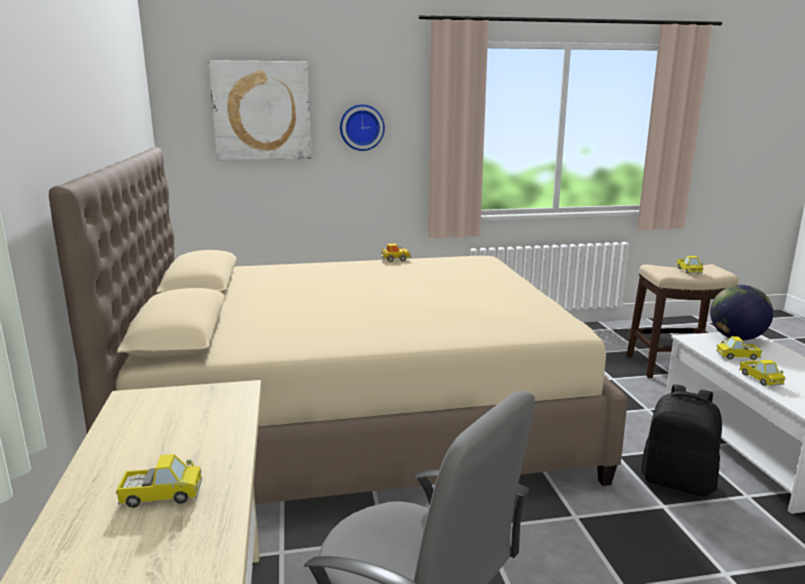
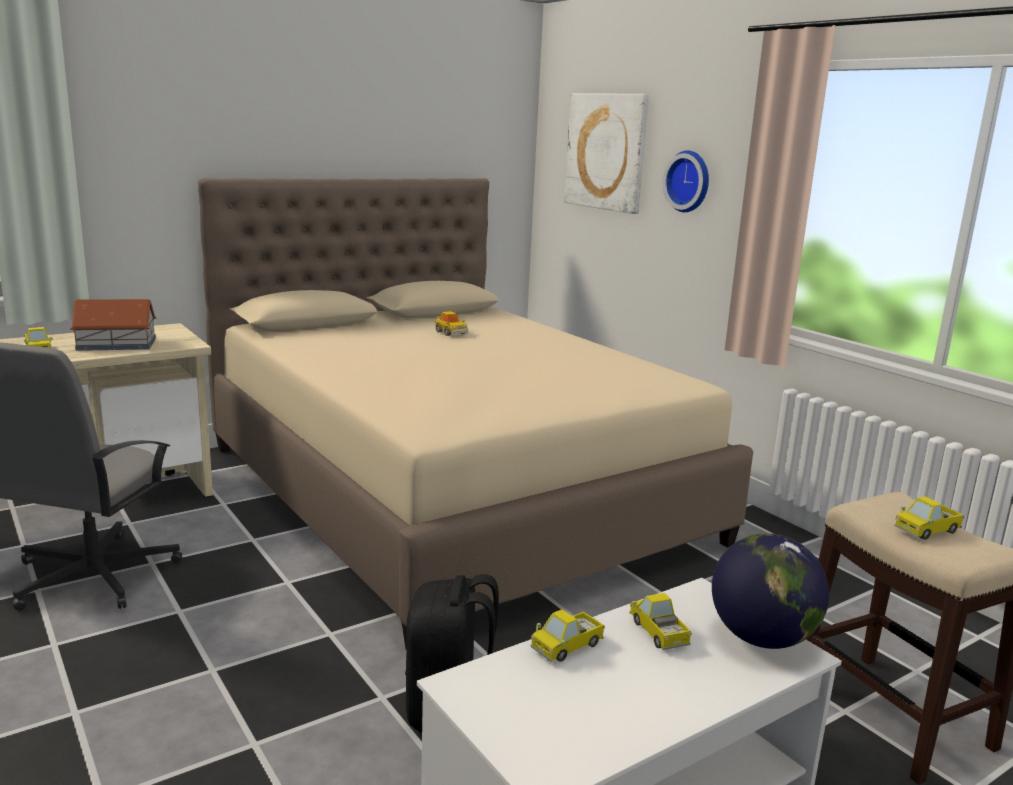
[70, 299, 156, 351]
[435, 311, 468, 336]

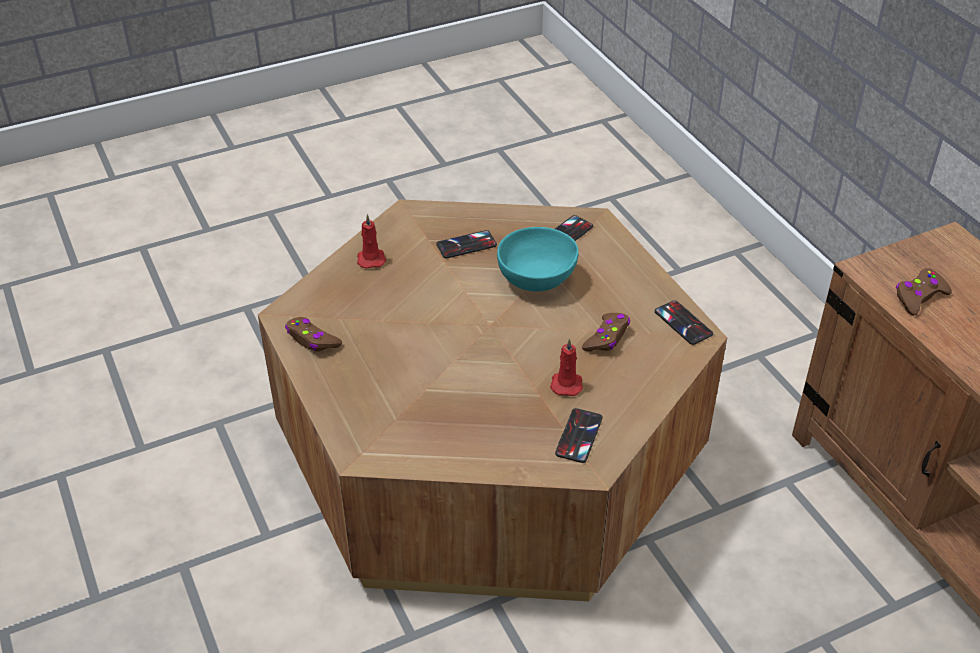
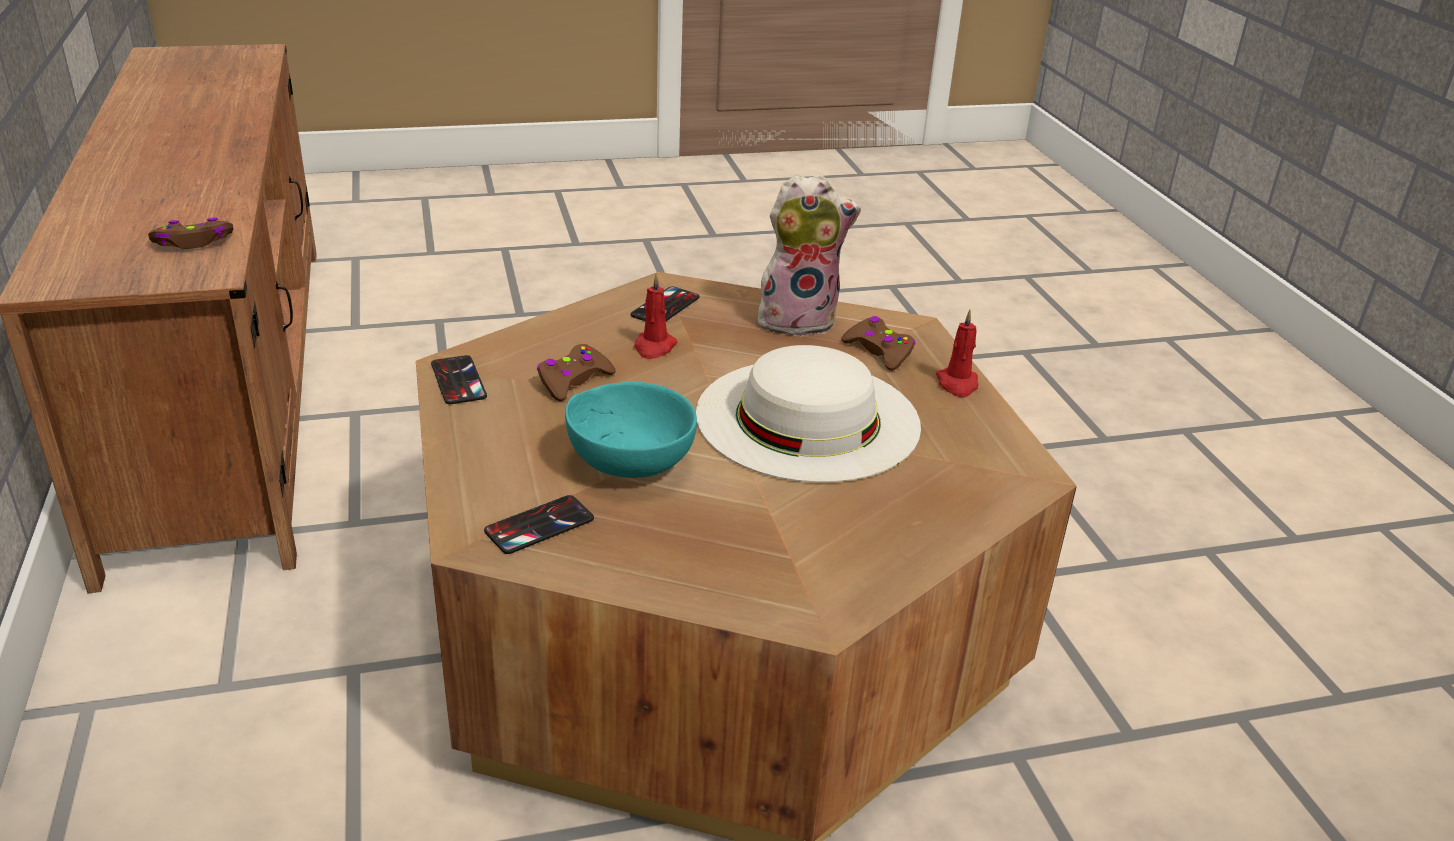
[436, 230, 497, 258] (first image)
[696, 345, 921, 483]
[758, 174, 861, 337]
[842, 316, 916, 371]
[936, 310, 979, 397]

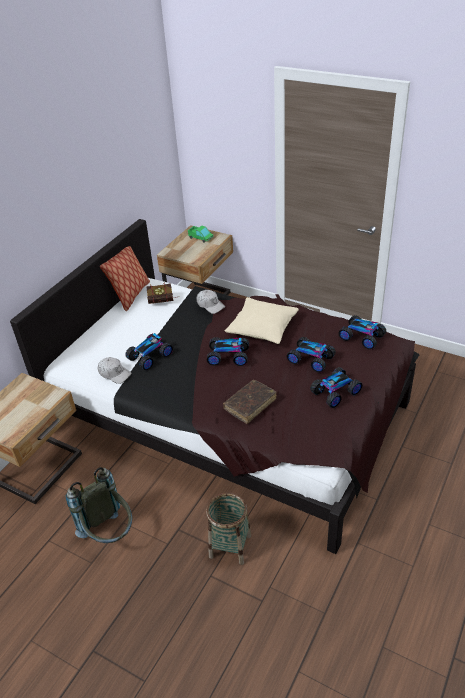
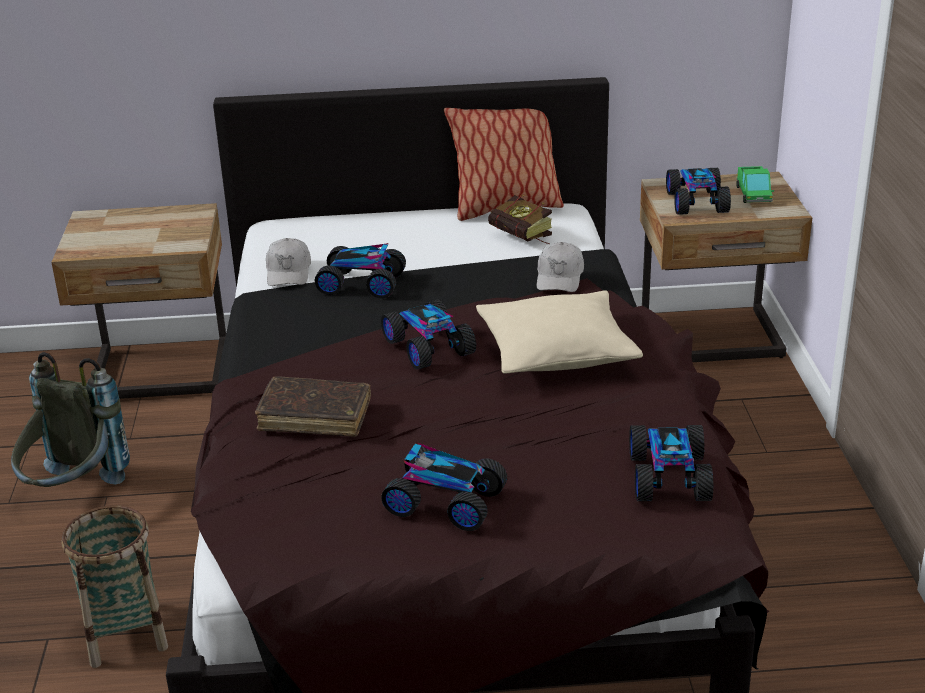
[666, 168, 731, 215]

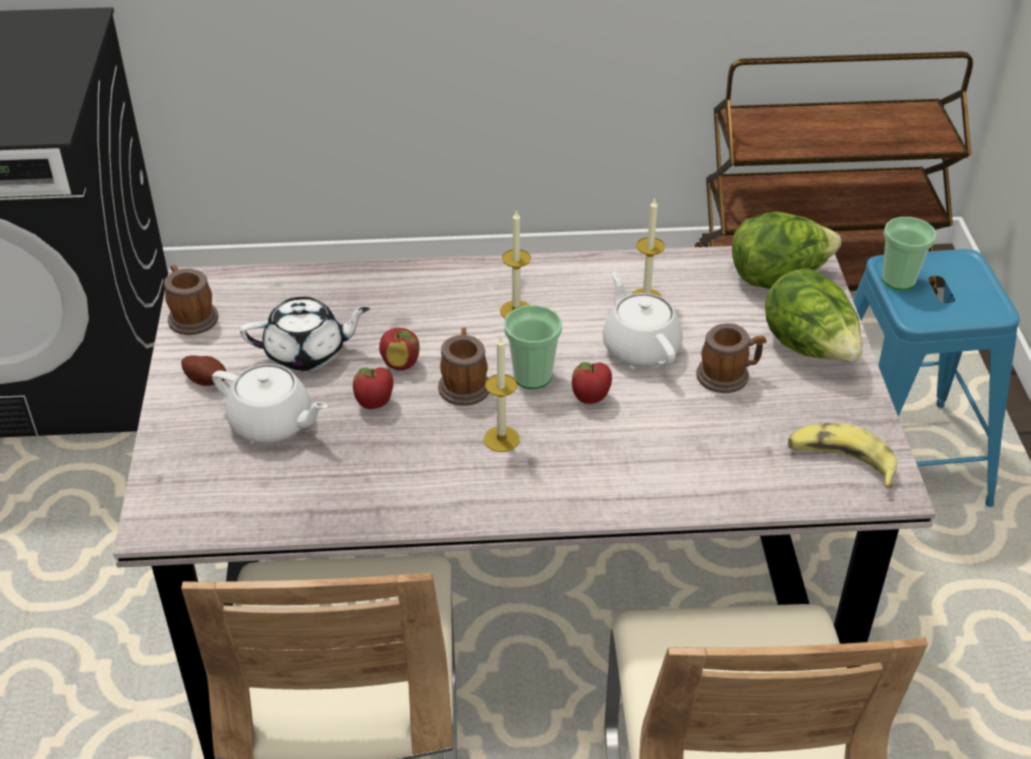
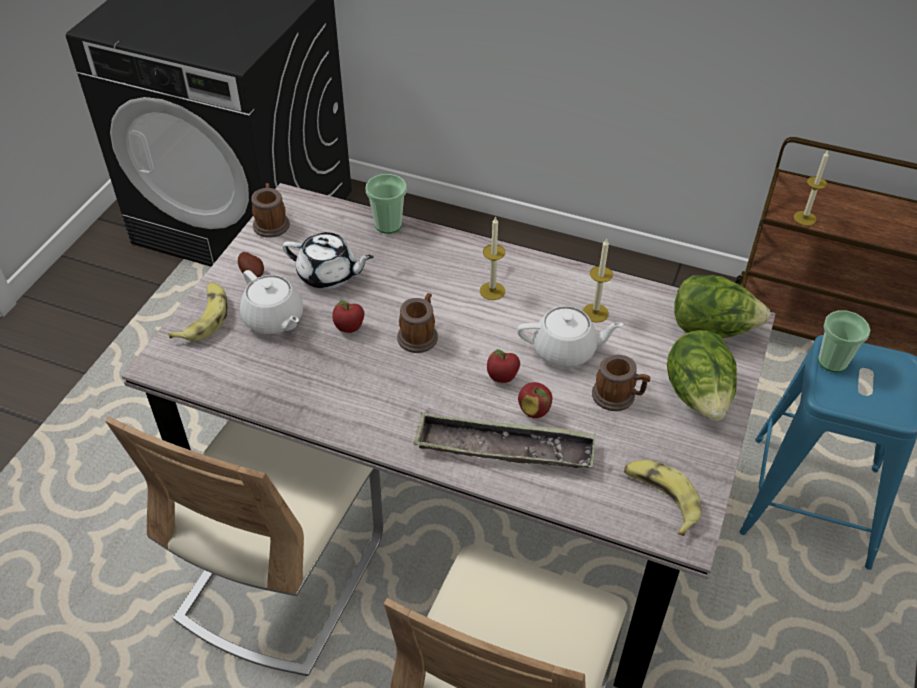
[168, 282, 227, 341]
[413, 413, 596, 468]
[518, 382, 552, 418]
[794, 151, 829, 226]
[365, 174, 407, 234]
[517, 306, 624, 367]

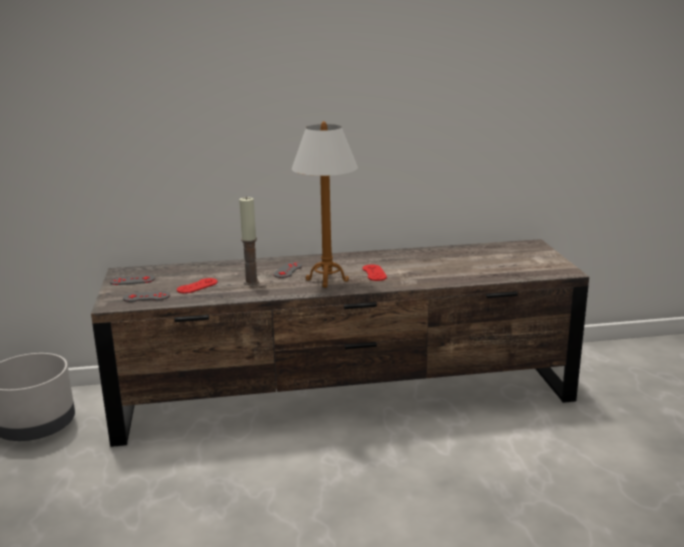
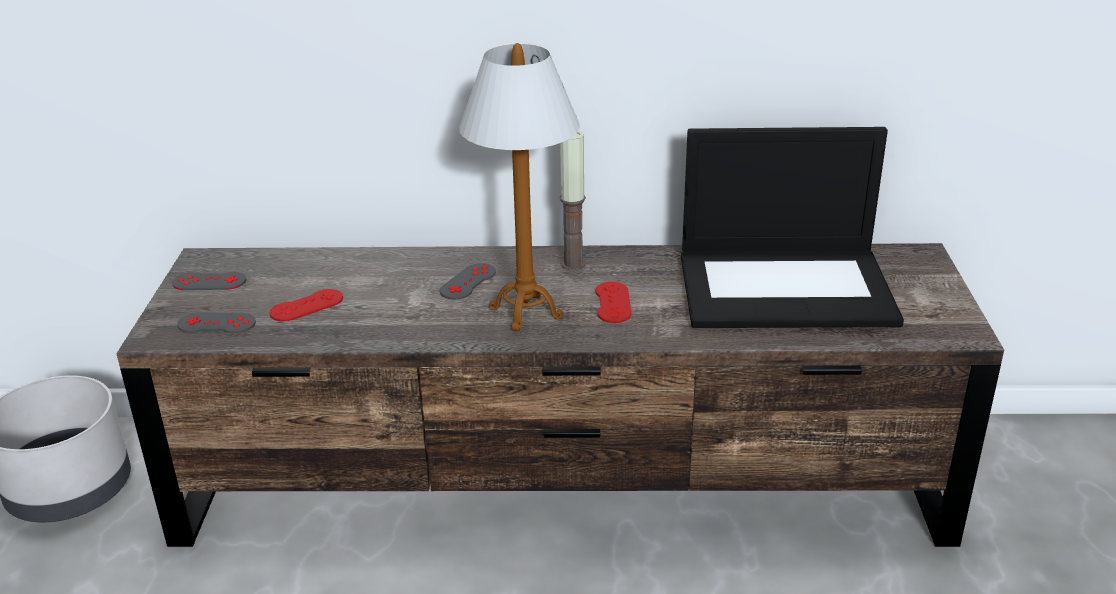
[681, 127, 904, 328]
[560, 131, 586, 271]

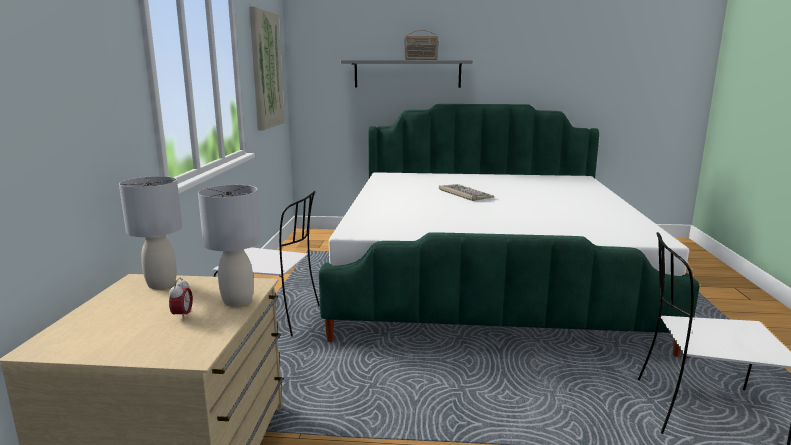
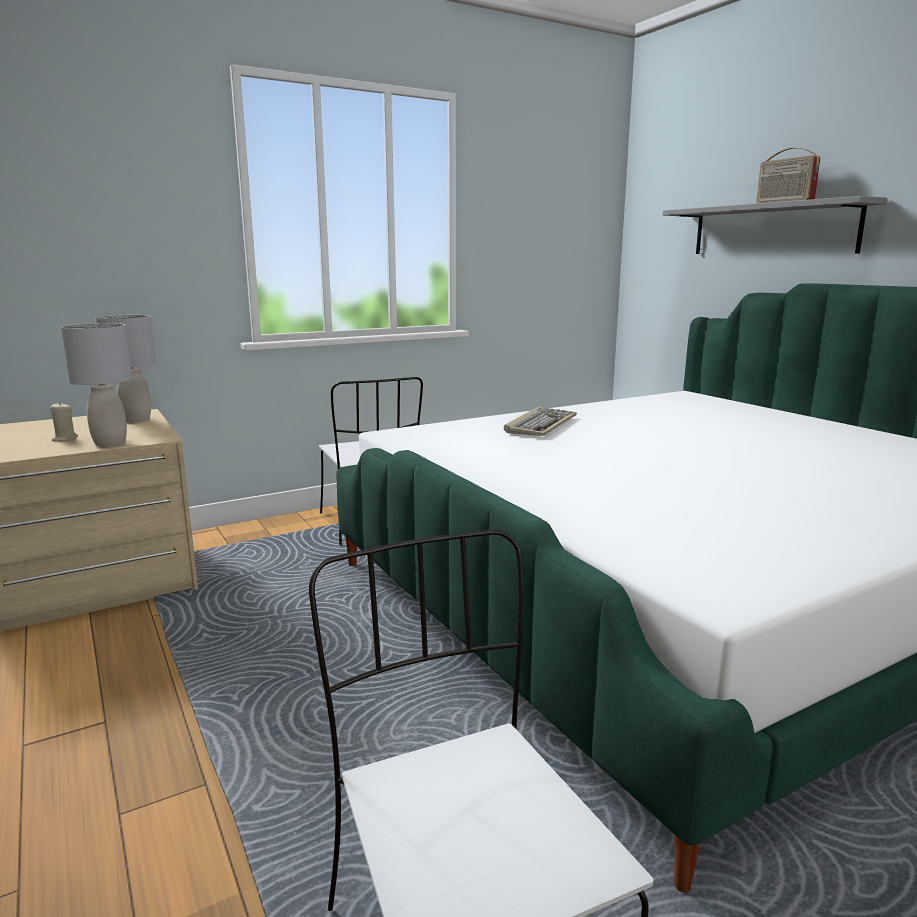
[249, 6, 285, 131] (first image)
[504, 407, 577, 436]
[51, 402, 78, 441]

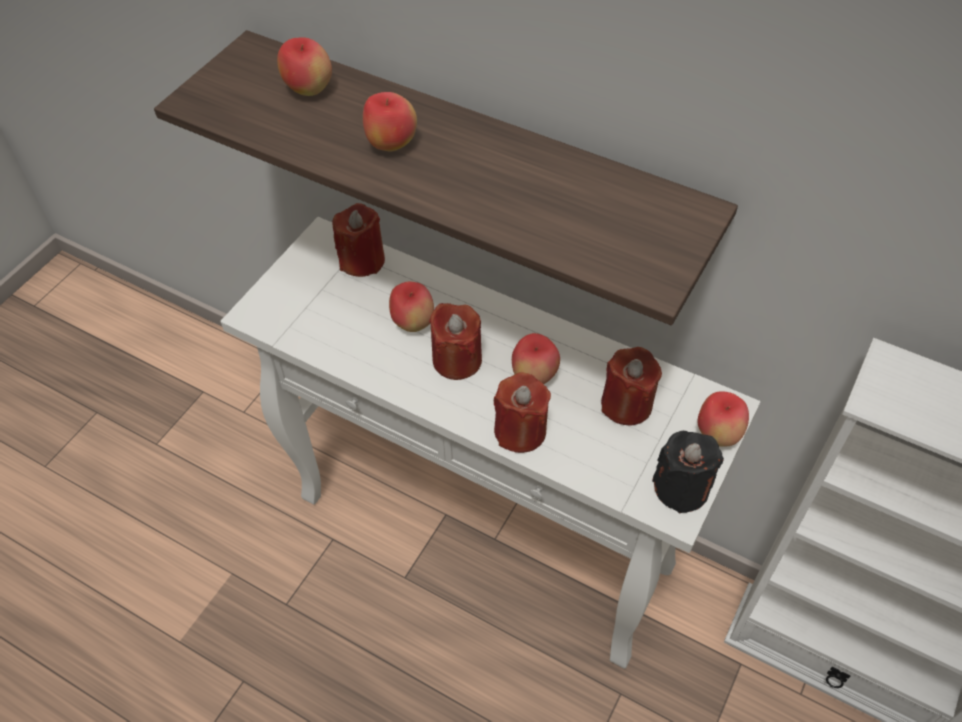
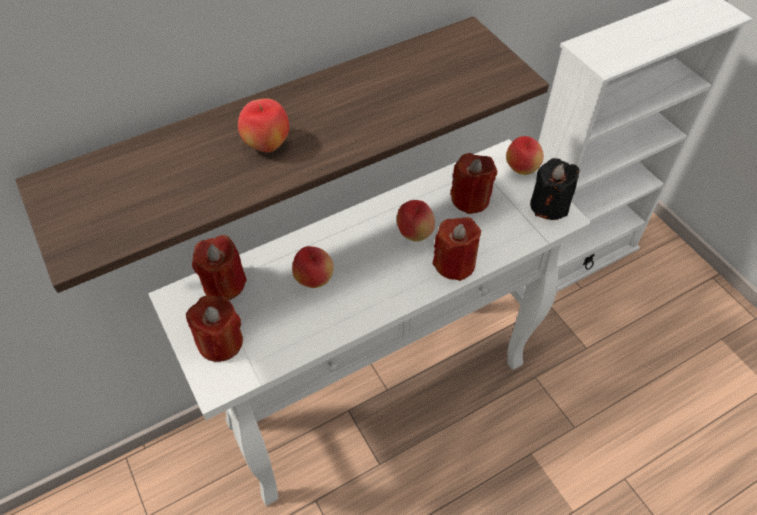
[277, 37, 332, 96] (first image)
[186, 296, 243, 362]

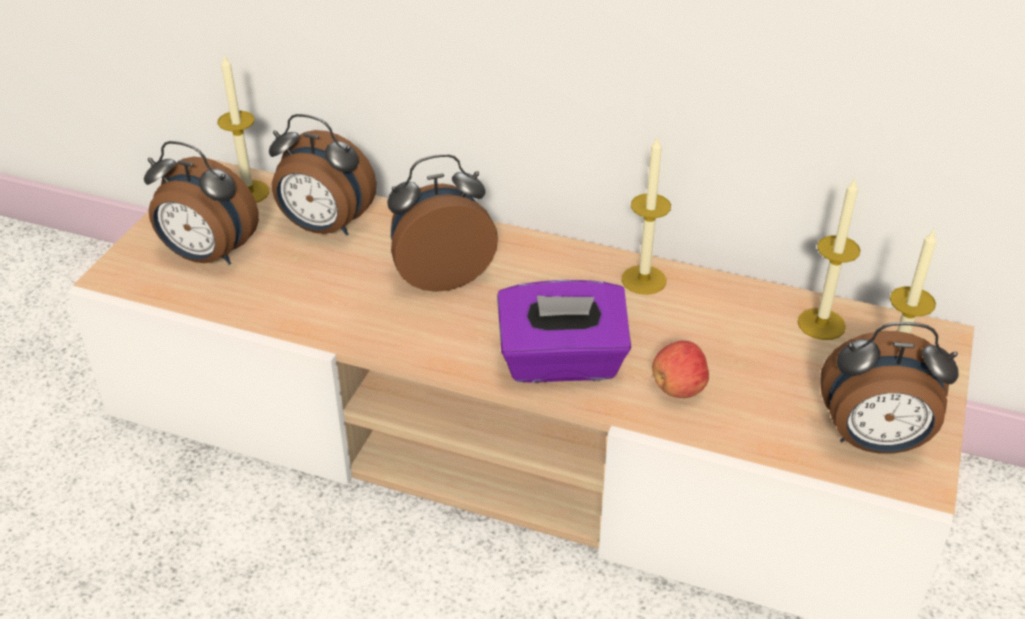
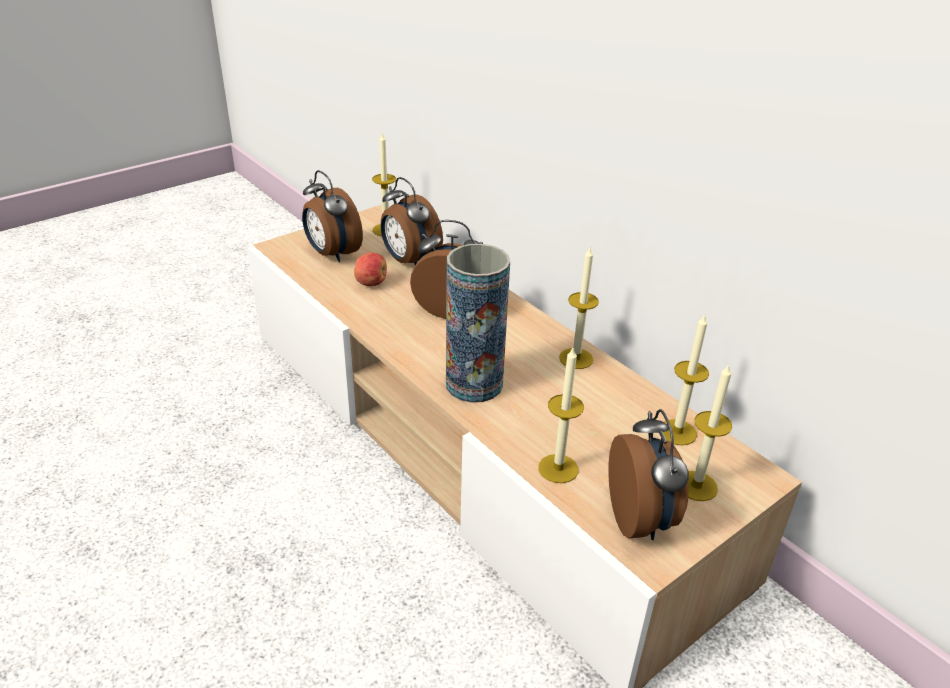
[538, 346, 584, 483]
[354, 253, 387, 286]
[446, 244, 510, 403]
[608, 409, 689, 540]

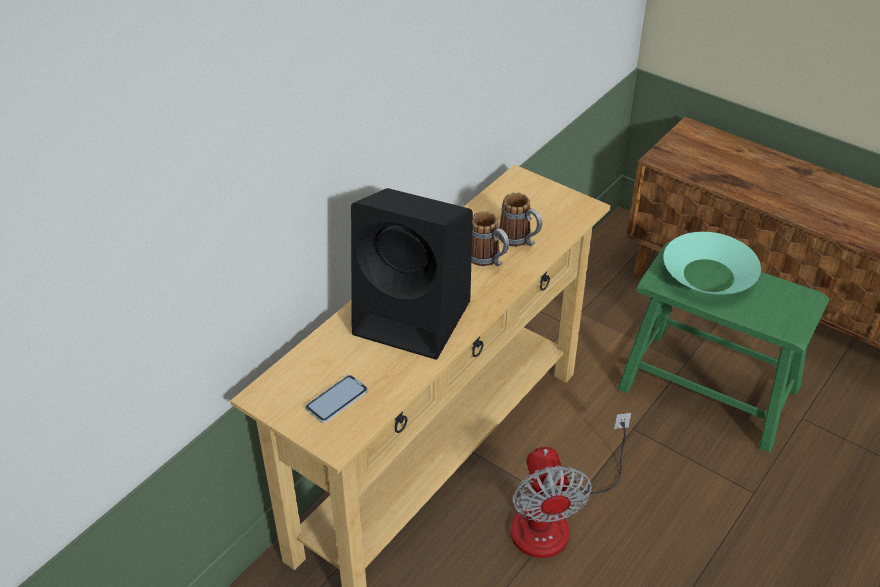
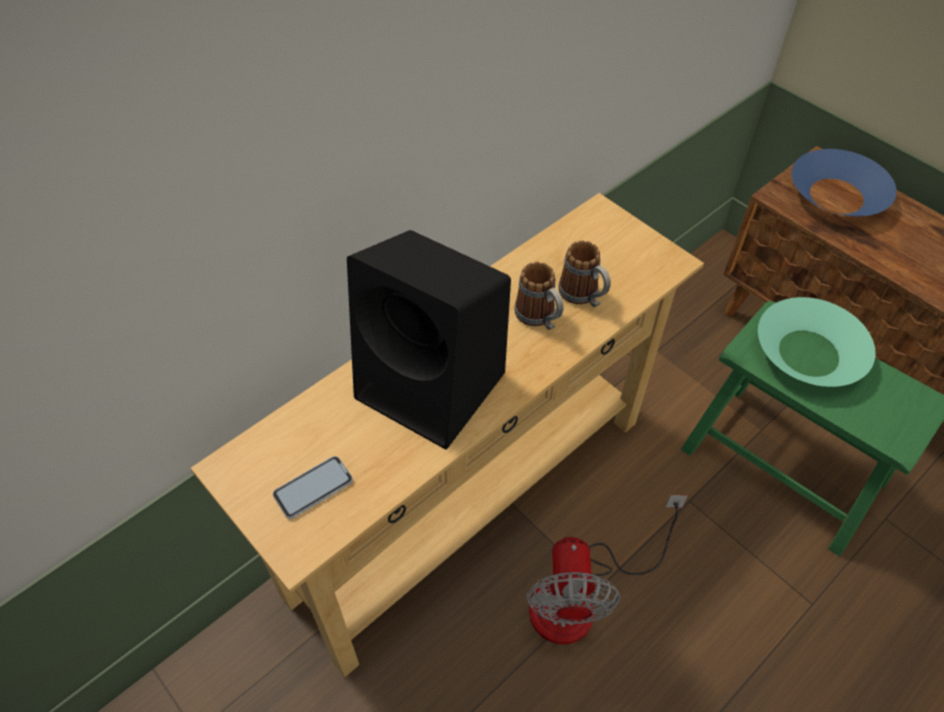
[792, 149, 897, 216]

